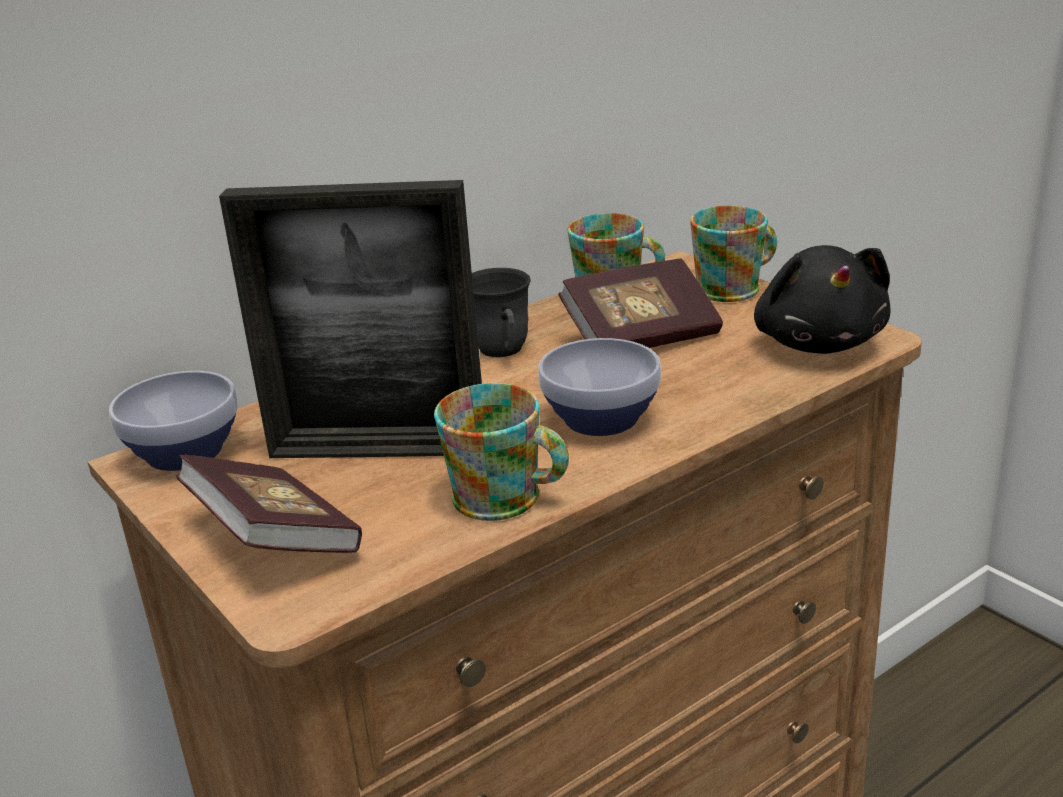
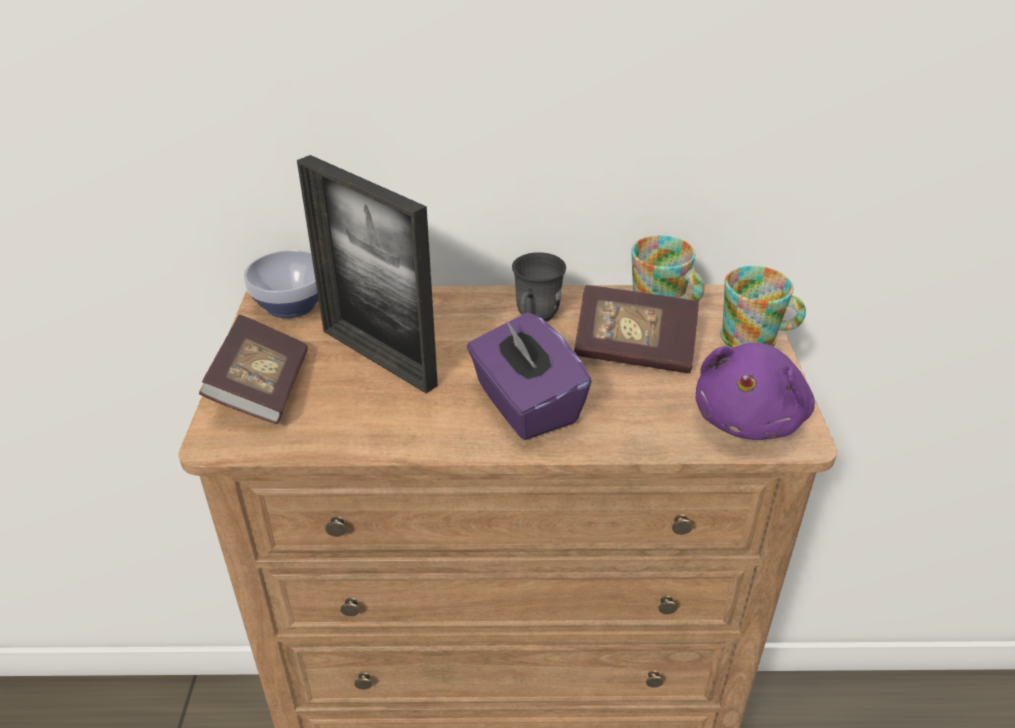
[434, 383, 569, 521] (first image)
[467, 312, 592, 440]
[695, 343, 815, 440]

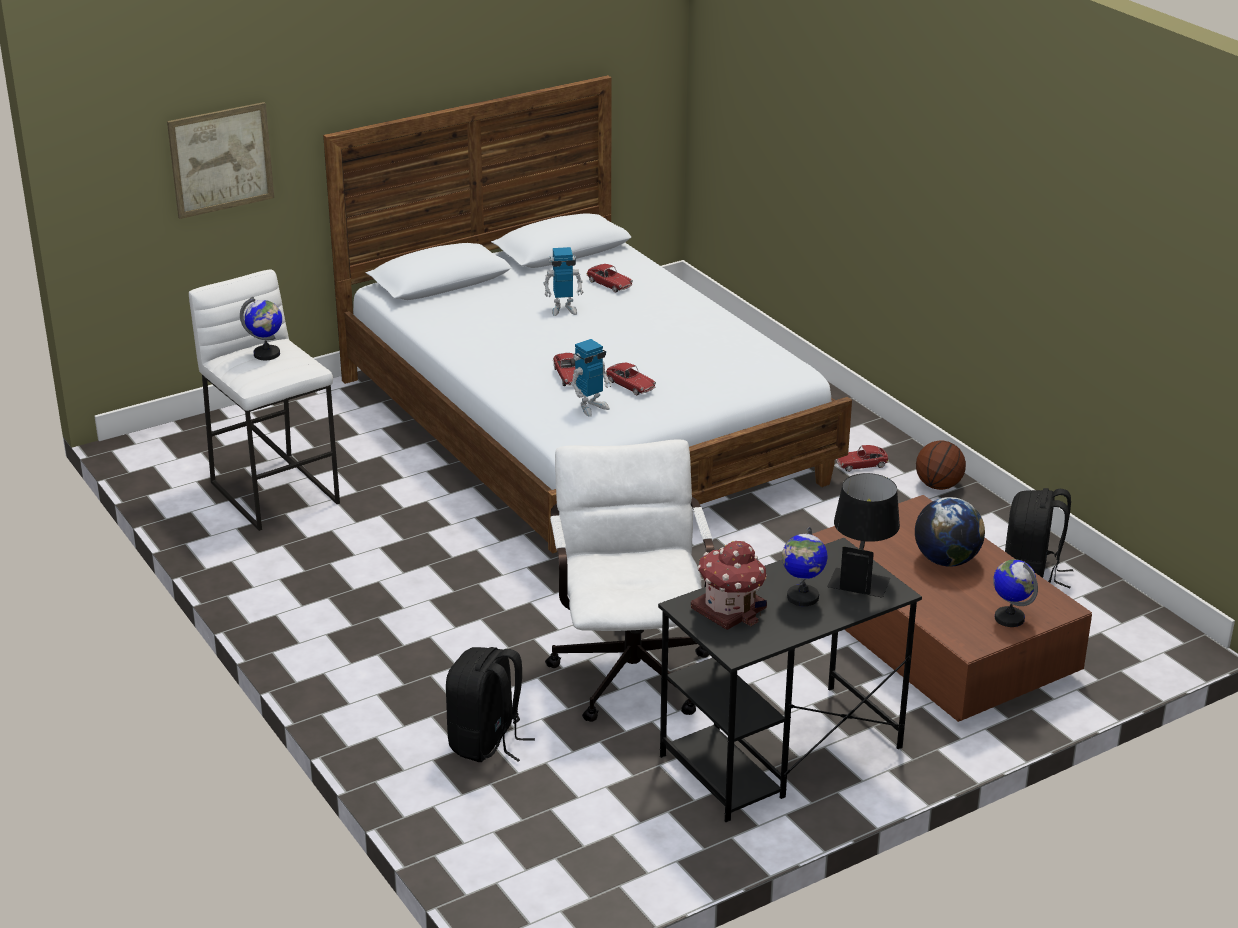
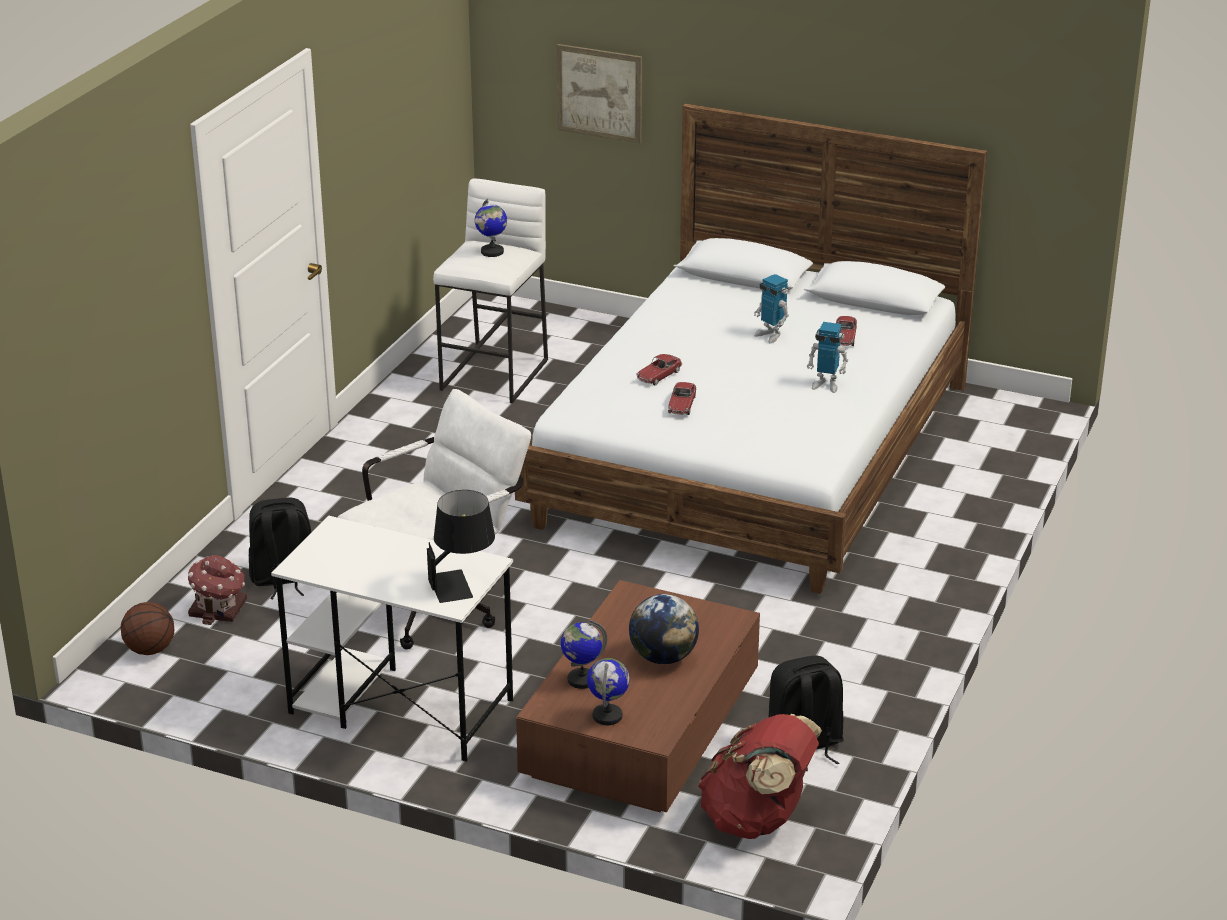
[836, 445, 889, 472] (first image)
[698, 714, 822, 839]
[807, 322, 848, 393]
[188, 555, 247, 625]
[561, 620, 607, 689]
[121, 602, 174, 655]
[271, 516, 513, 762]

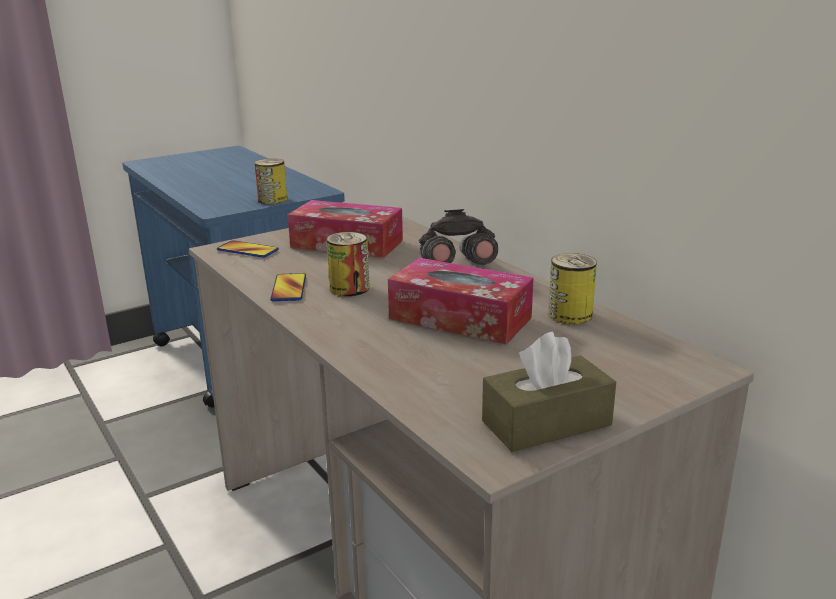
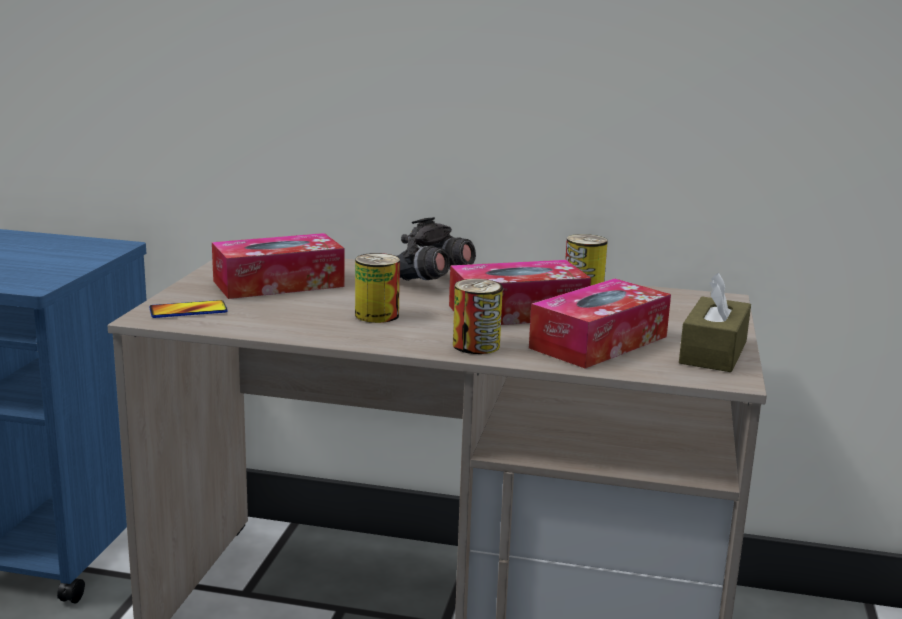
[270, 273, 306, 301] (first image)
[529, 278, 671, 369]
[453, 279, 503, 354]

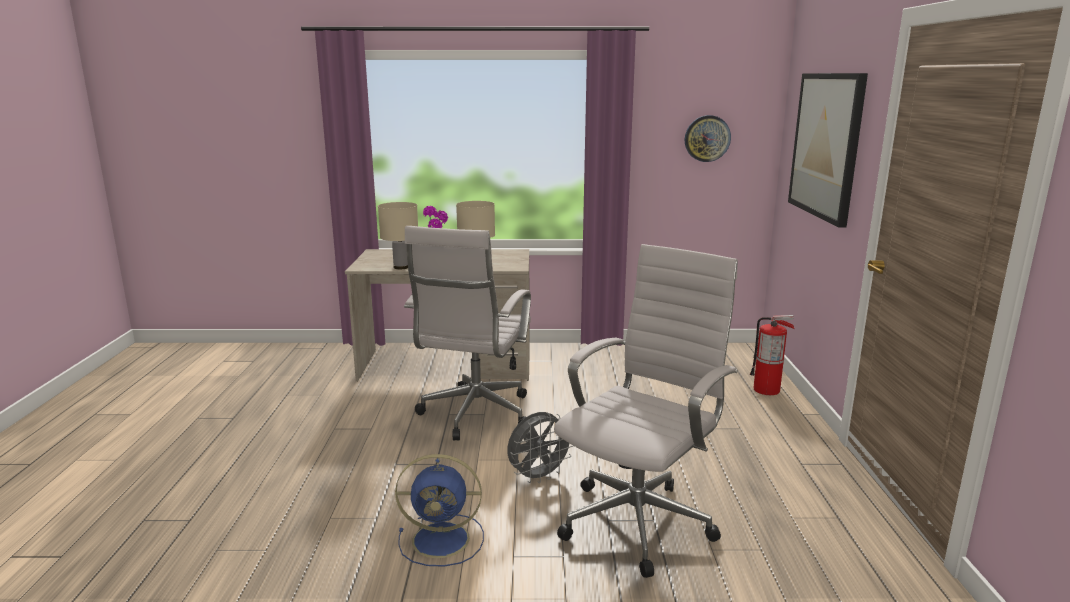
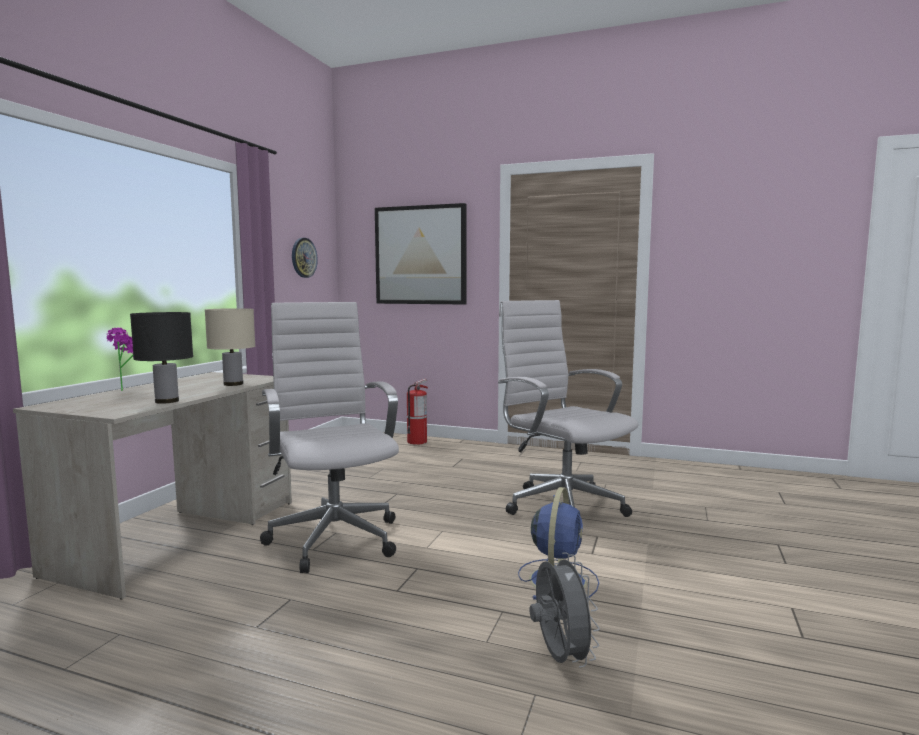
[529, 552, 600, 668]
[130, 312, 193, 404]
[260, 302, 399, 573]

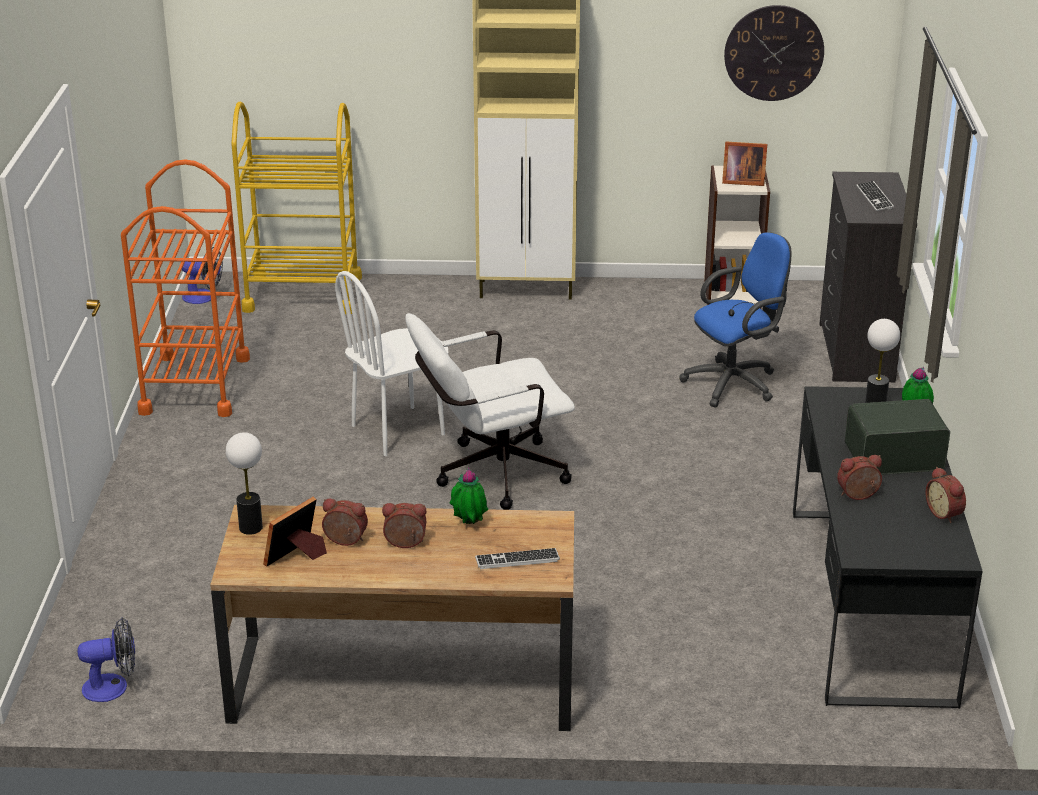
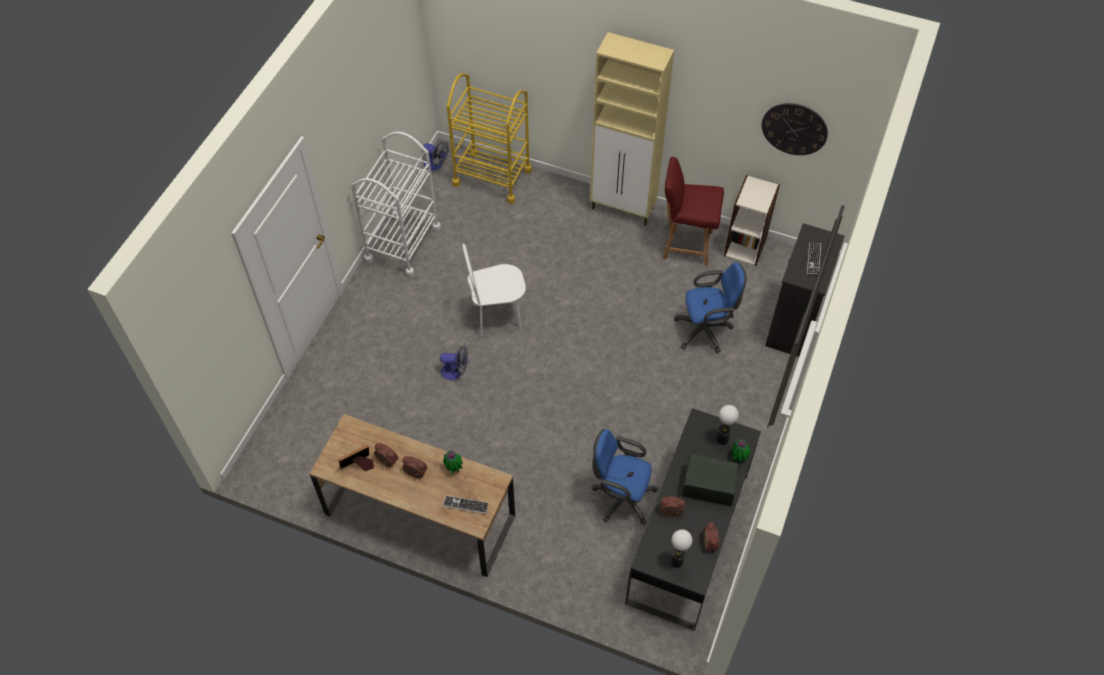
[405, 313, 575, 510] (first image)
[722, 141, 767, 186] (first image)
[592, 429, 658, 525]
[663, 157, 724, 266]
[440, 346, 468, 380]
[670, 529, 693, 568]
[351, 131, 441, 277]

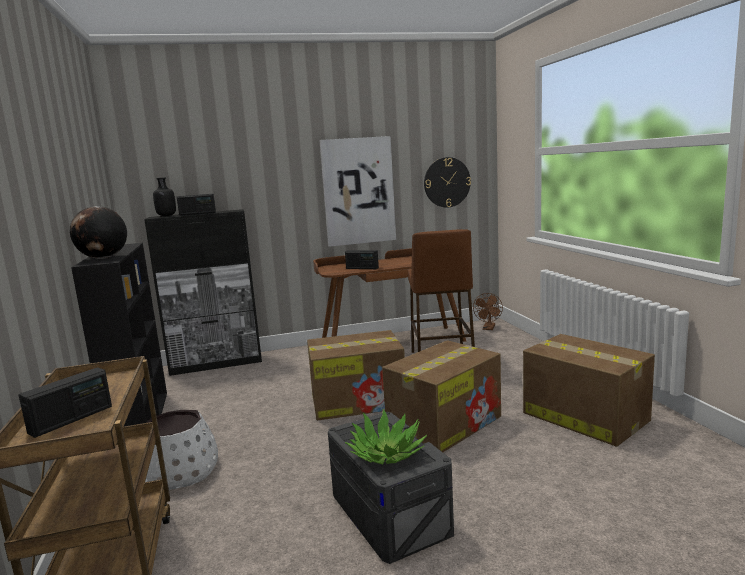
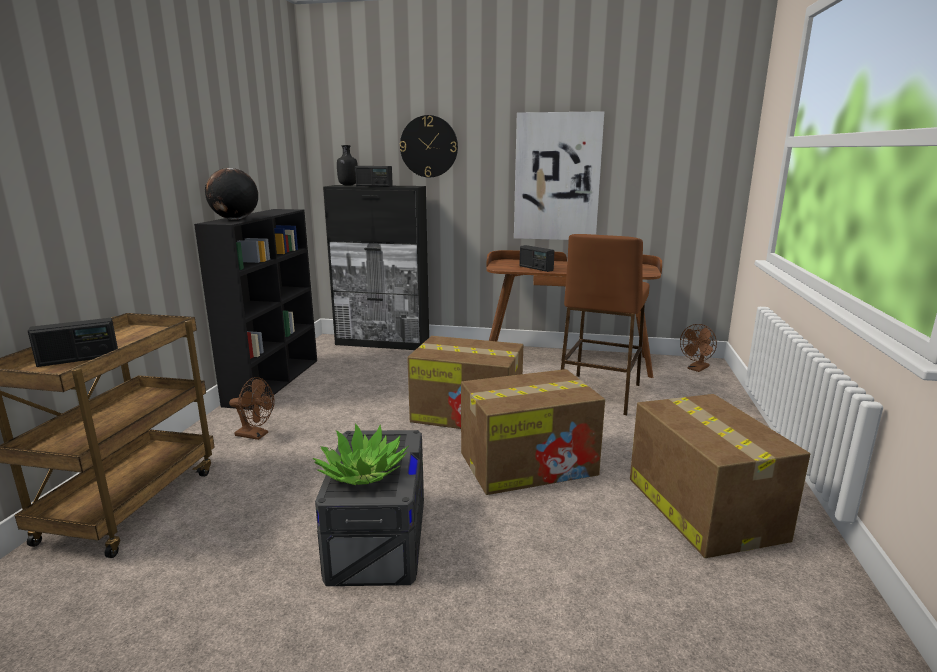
[400, 115, 458, 177]
[229, 377, 275, 440]

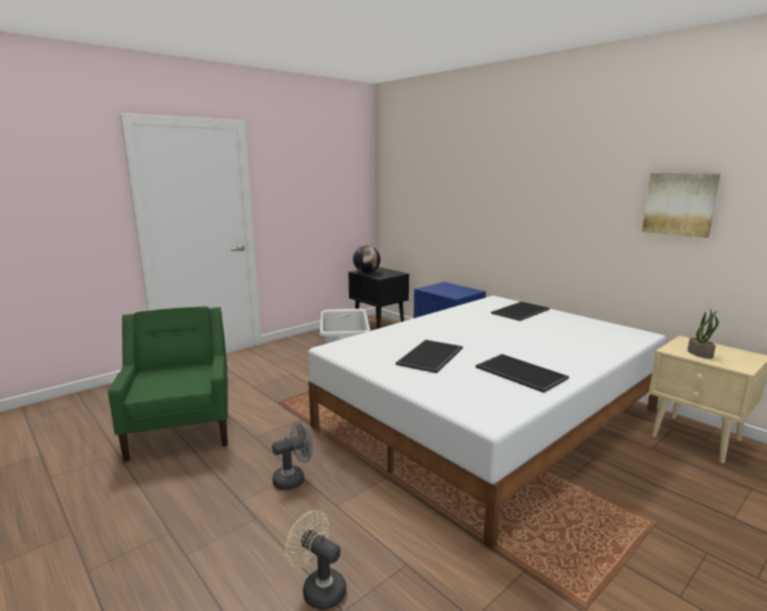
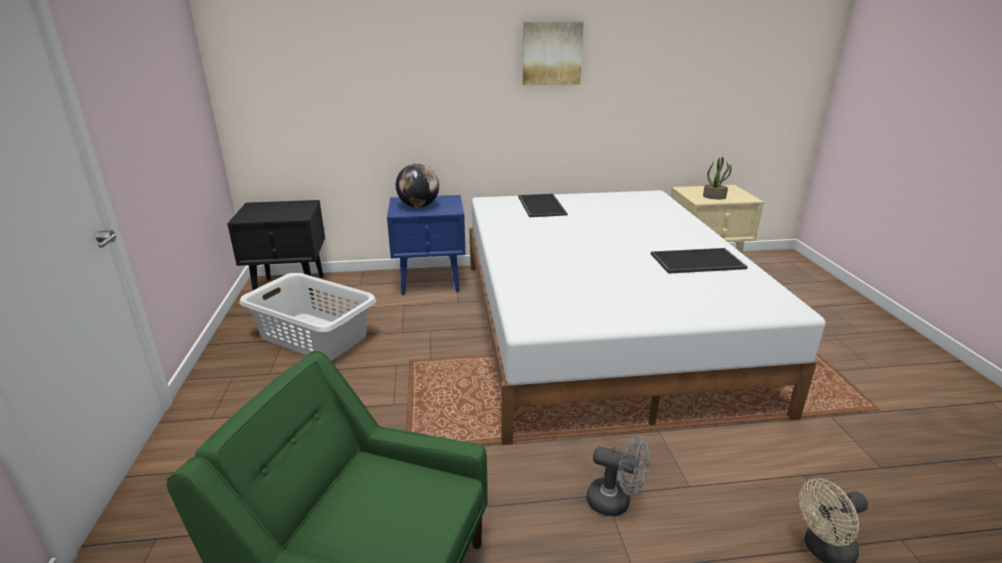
[396, 340, 463, 373] (first image)
[396, 164, 439, 208]
[523, 21, 584, 85]
[587, 435, 649, 516]

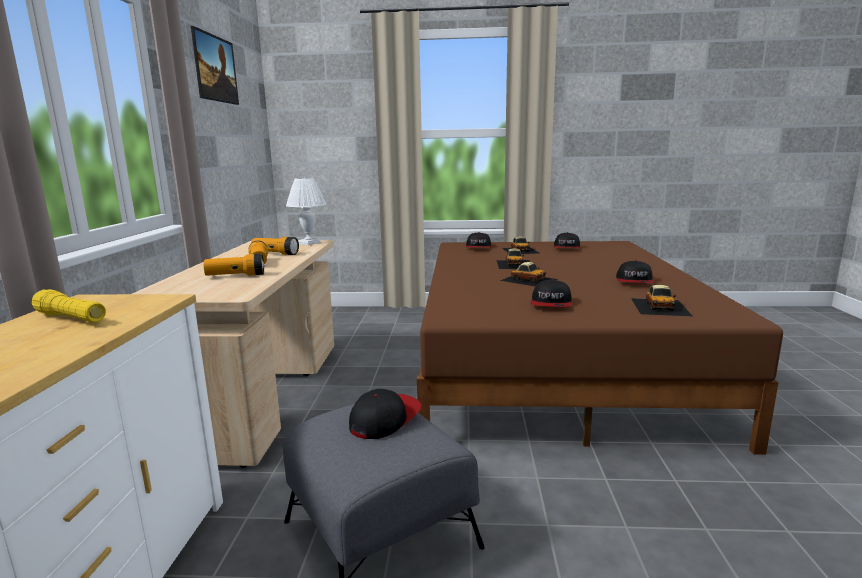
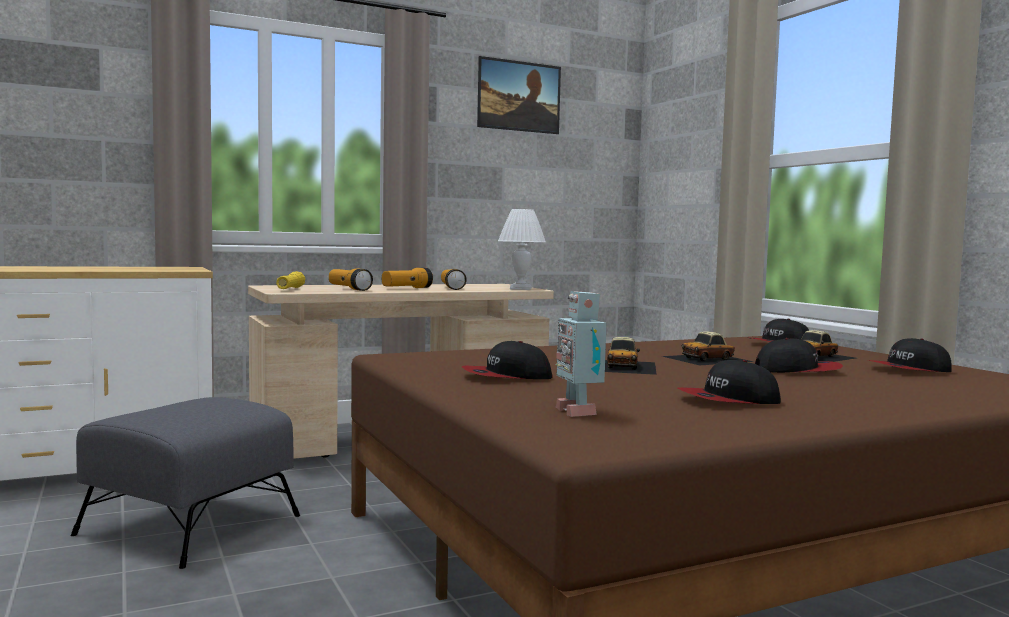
[276, 271, 305, 289]
[755, 338, 843, 373]
[556, 291, 607, 417]

